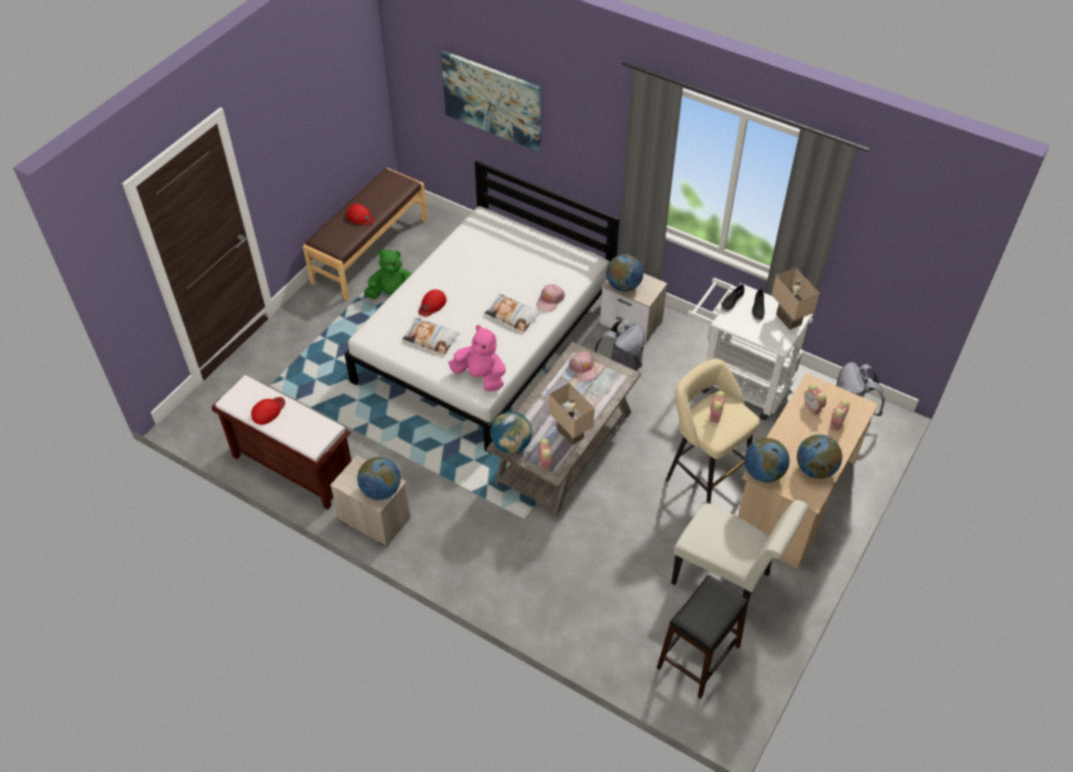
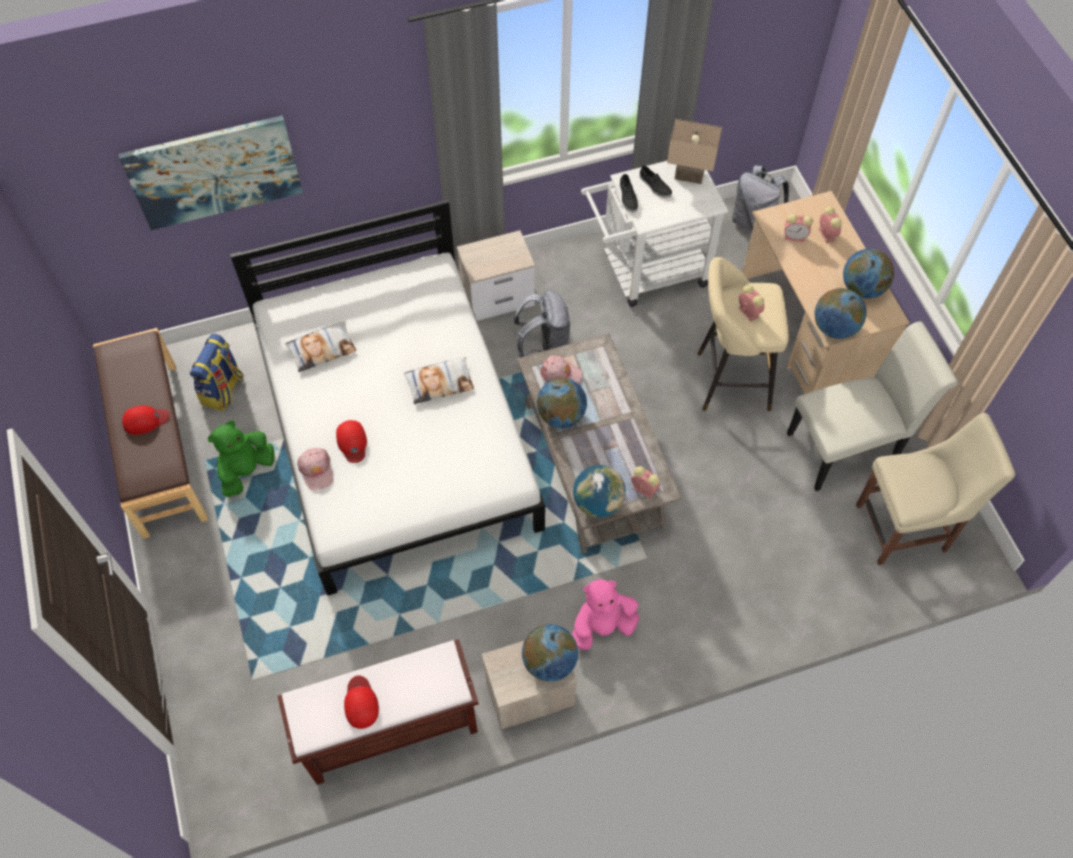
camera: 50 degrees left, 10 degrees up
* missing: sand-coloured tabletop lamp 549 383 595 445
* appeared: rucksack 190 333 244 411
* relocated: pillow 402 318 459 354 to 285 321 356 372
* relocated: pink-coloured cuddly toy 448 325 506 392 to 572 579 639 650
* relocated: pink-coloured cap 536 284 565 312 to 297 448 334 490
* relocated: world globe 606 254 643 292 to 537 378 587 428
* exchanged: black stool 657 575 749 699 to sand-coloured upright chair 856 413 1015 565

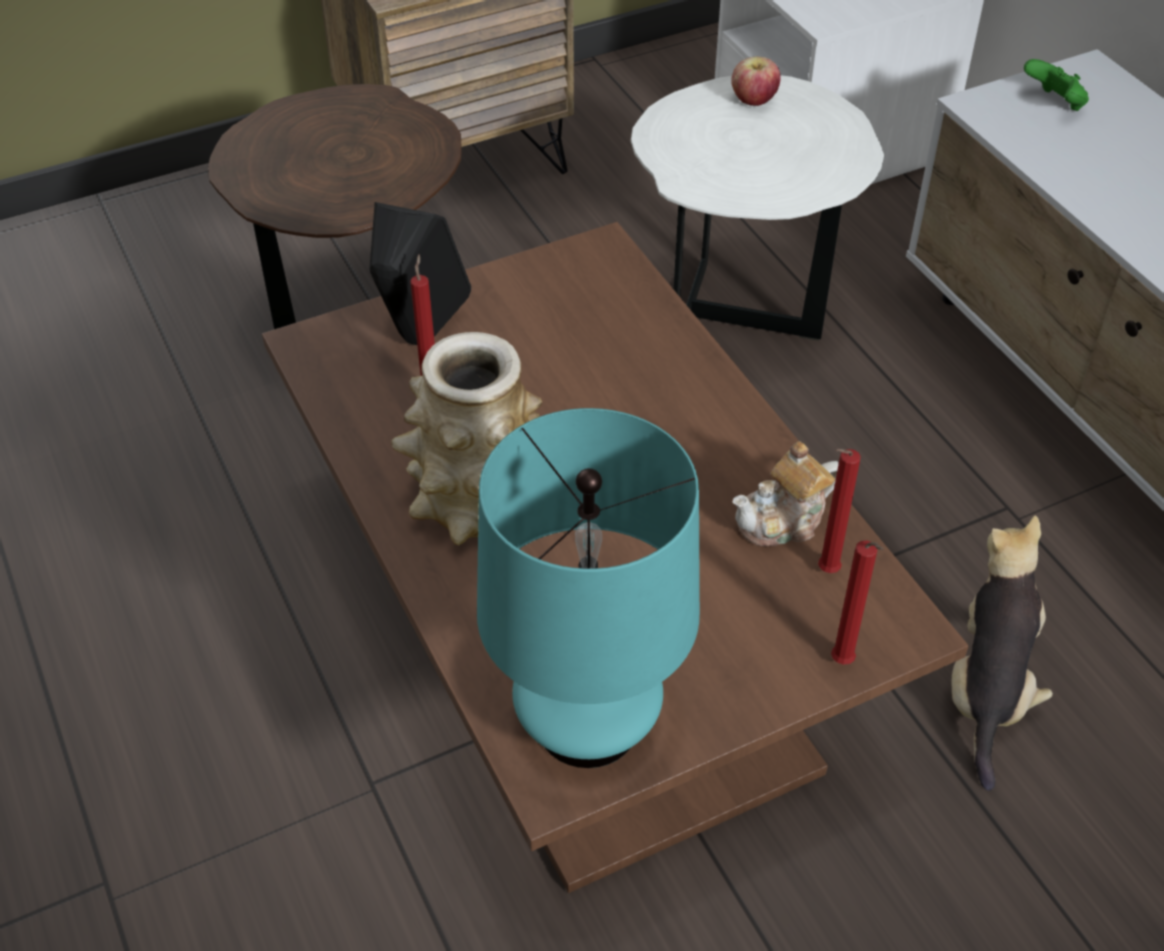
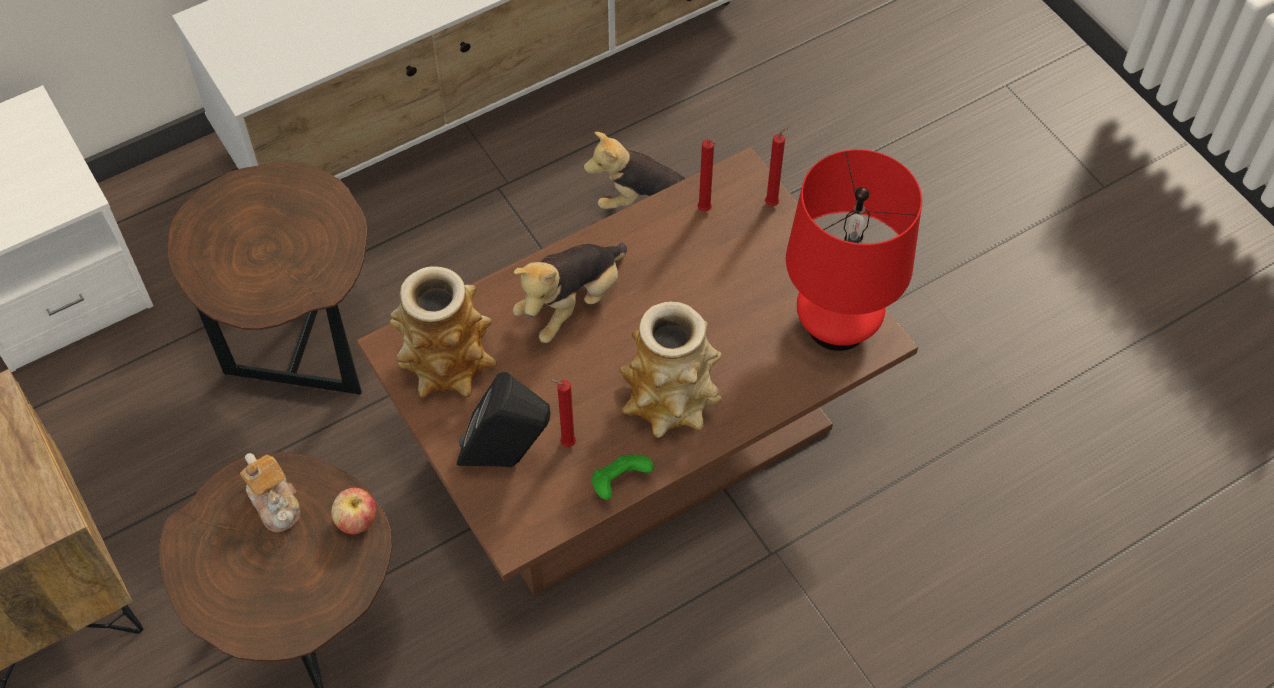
camera: 95 degrees left, 10 degrees up
* appeared: decorative vase 390 266 497 397
* appeared: cuddly toy 513 242 627 343
* relocated: apple 731 56 781 106 to 331 488 376 535
* relocated: tea pot 732 441 839 546 to 240 453 300 532
* relocated: greenish joypad 1024 59 1089 111 to 592 454 654 500
* colour: turquoise-coloured tabletop lamp 477 408 700 768 to red tabletop lamp 786 149 922 351
* colour: white-coloured end table 631 75 884 341 to brown end table 168 161 368 395

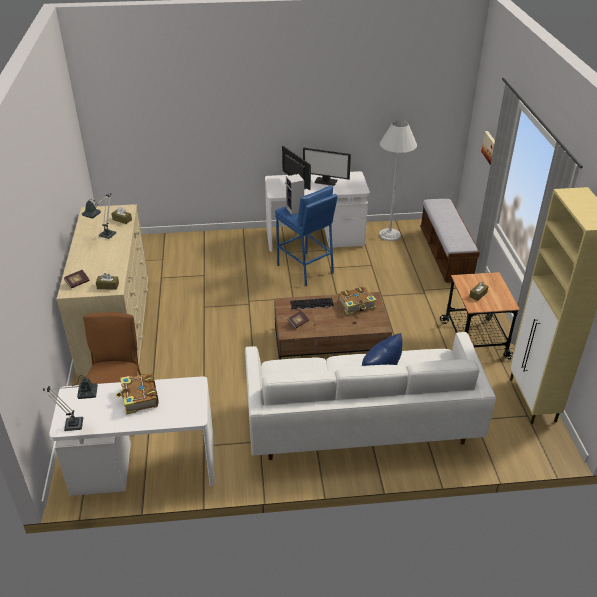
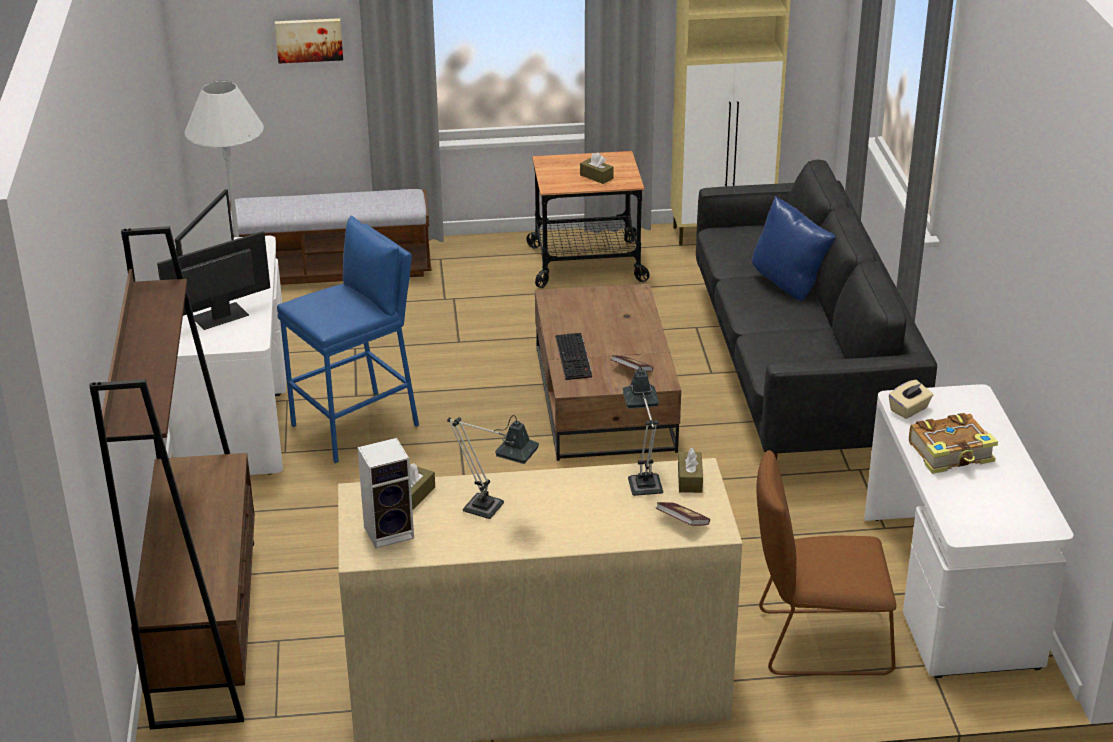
camera: 90 degrees left, 5 degrees down
* missing: book 338 287 376 315
* appeared: brown bookshelf 89 226 255 729
* appeared: sand-coloured tissue box 889 380 933 419
* relocated: tabletop lamp 43 375 98 431 to 622 367 663 496
* relocated: speaker 286 174 304 215 to 357 438 414 549
* colour: white-coloured couch 245 332 496 460 to black couch 696 160 937 460

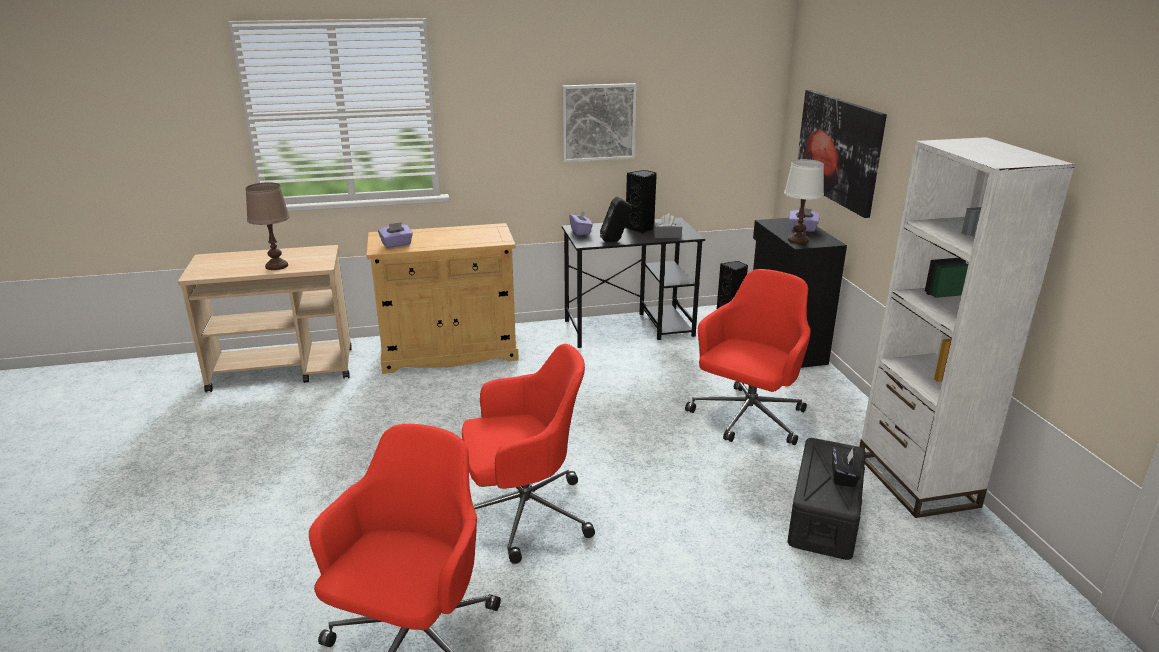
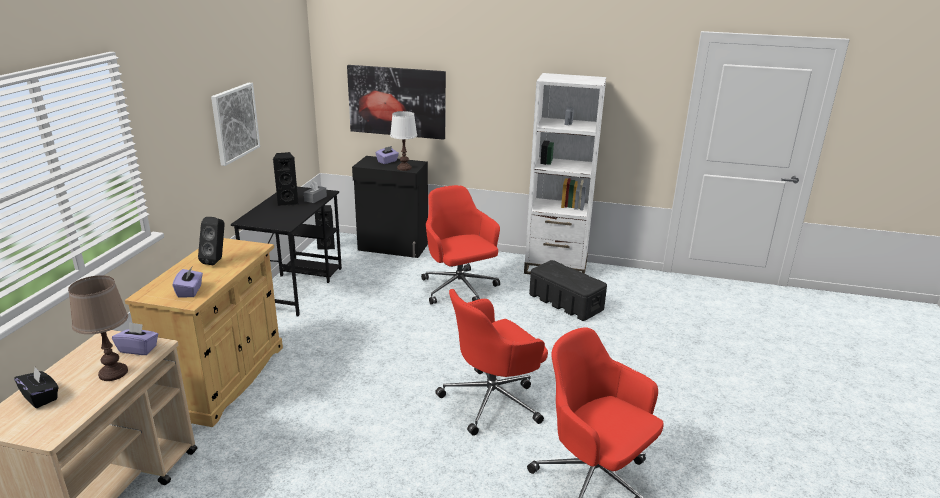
camera: 65 degrees left, 0 degrees up
* relocated: purple-coloured tissue box 569 210 593 235 to 112 322 158 355
* relocated: black speaker 600 197 632 242 to 198 217 225 265
* relocated: black tissue box 832 447 861 487 to 14 368 59 408
* spun: red desk chair 462 344 595 564 = 436 289 548 436 135 degrees counterclockwise

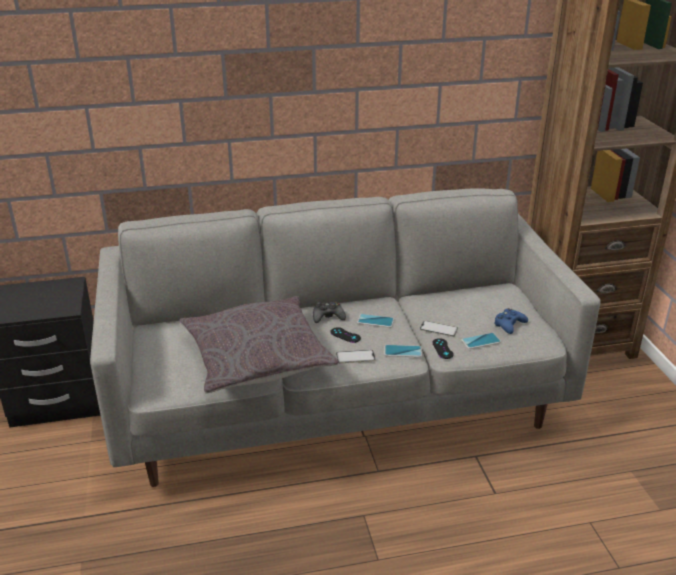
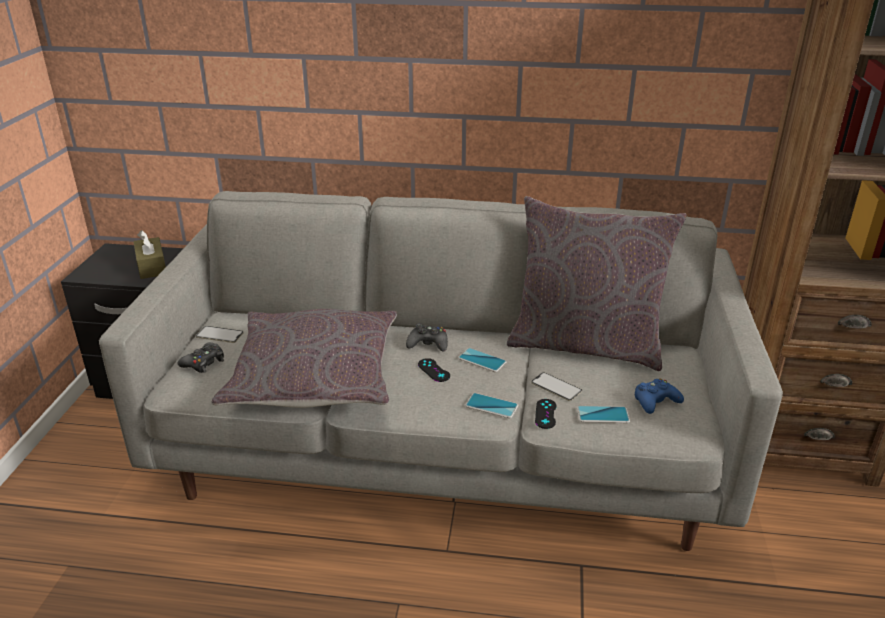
camera: 20 degrees right, 0 degrees up
* appeared: brown tissue box 133 230 166 279
* appeared: black joypad 178 342 224 373
* appeared: gray pillow 507 196 686 371
* relocated: handset 336 350 375 363 to 196 326 244 343

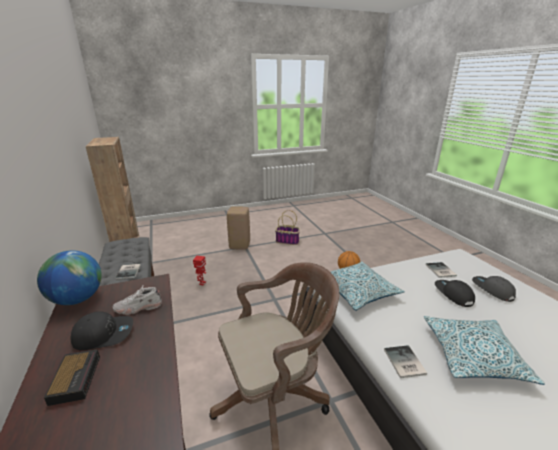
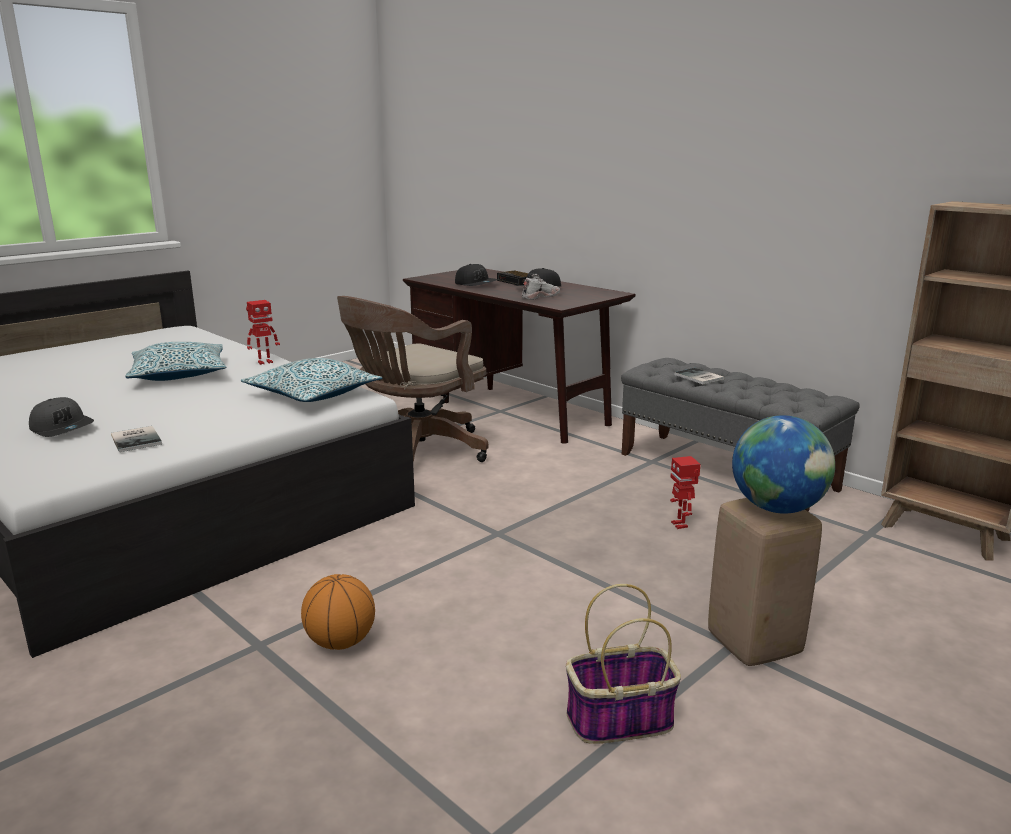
camera: 155 degrees right, 5 degrees down
* relocated: world globe 37 250 102 305 to 732 415 835 514
* relocated: black cap 435 280 475 307 to 455 264 498 286
* exchanged: book 384 345 427 378 to toy robot 246 300 280 365

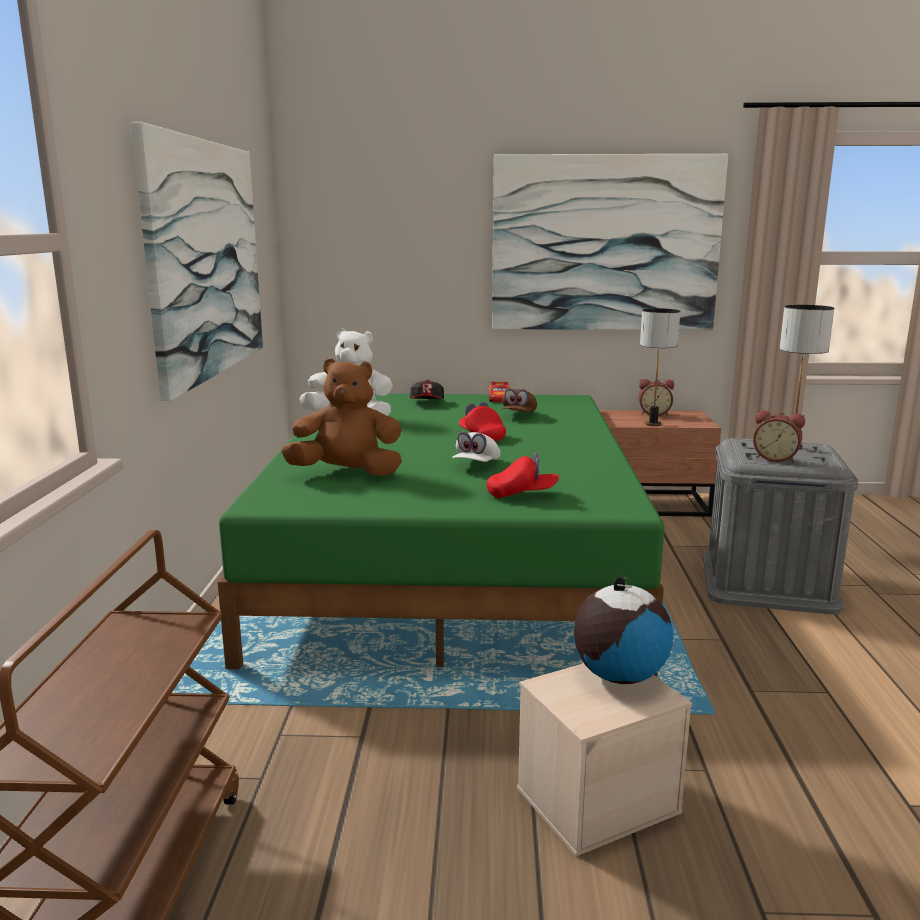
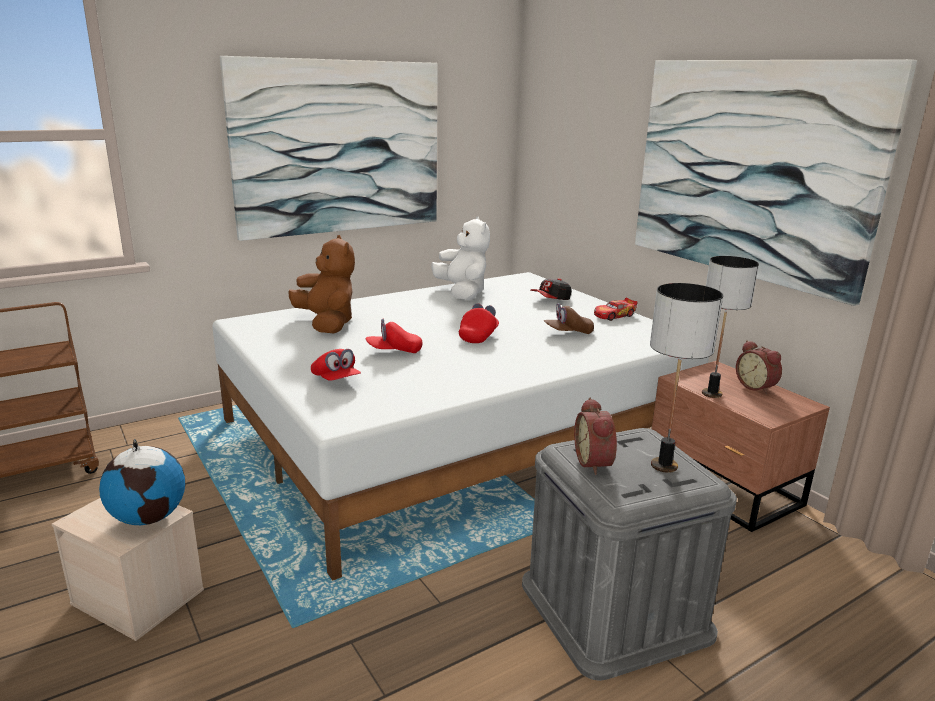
camera: 55 degrees right, 5 degrees up
* colour: greenish bed 218 394 664 677 to white-coloured bed 212 272 709 581
* colour: white-coloured cap 452 431 500 462 to red cap 366 319 422 353

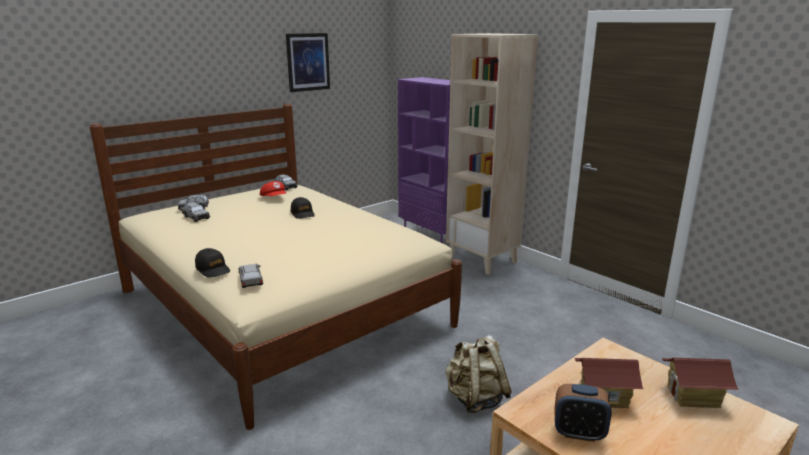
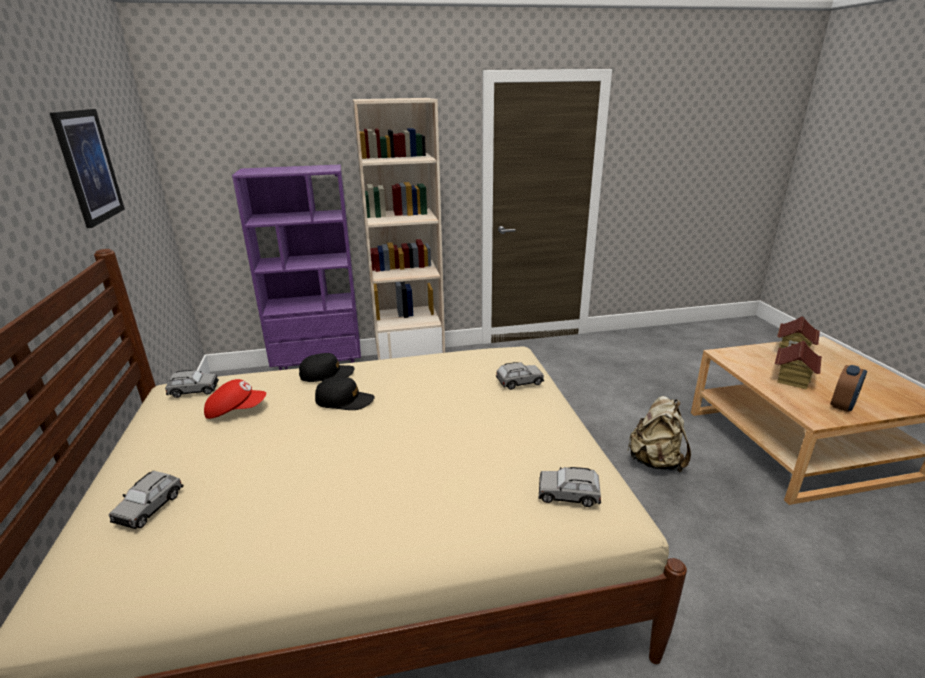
camera: 60 degrees left, 5 degrees up
* relocated: gray miniature car 182 202 210 222 to 496 362 544 390
* relocated: black cap 195 248 230 278 to 299 353 355 382

